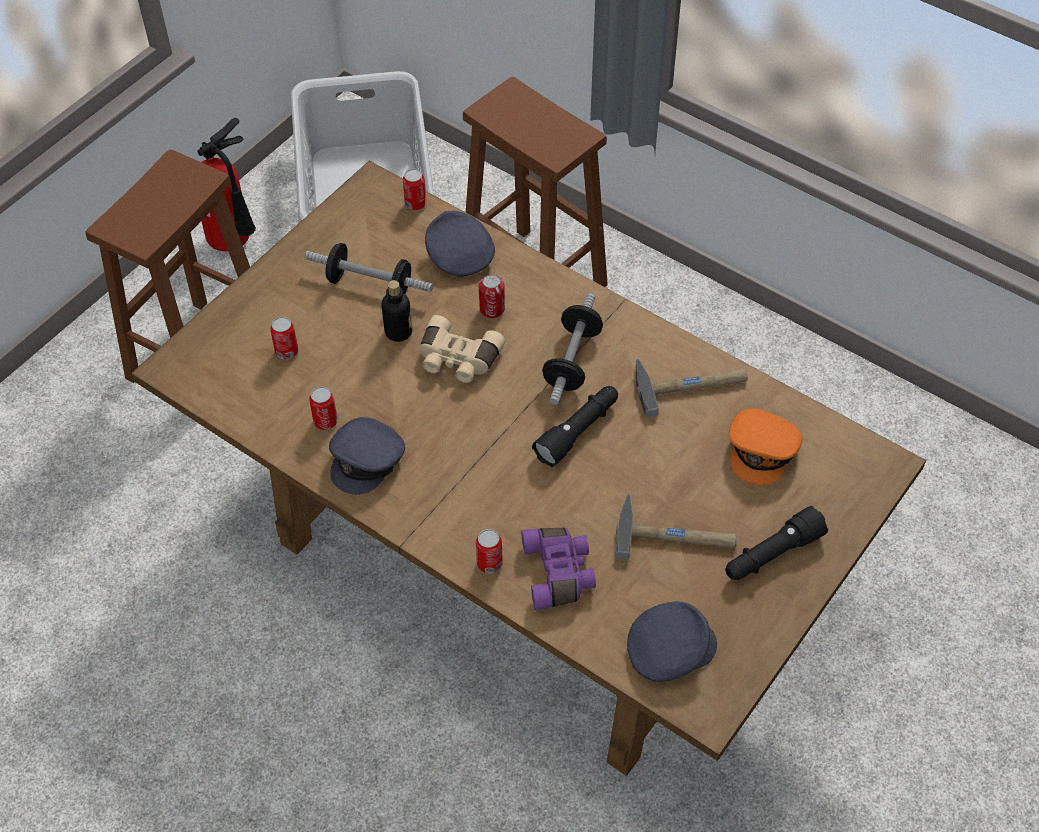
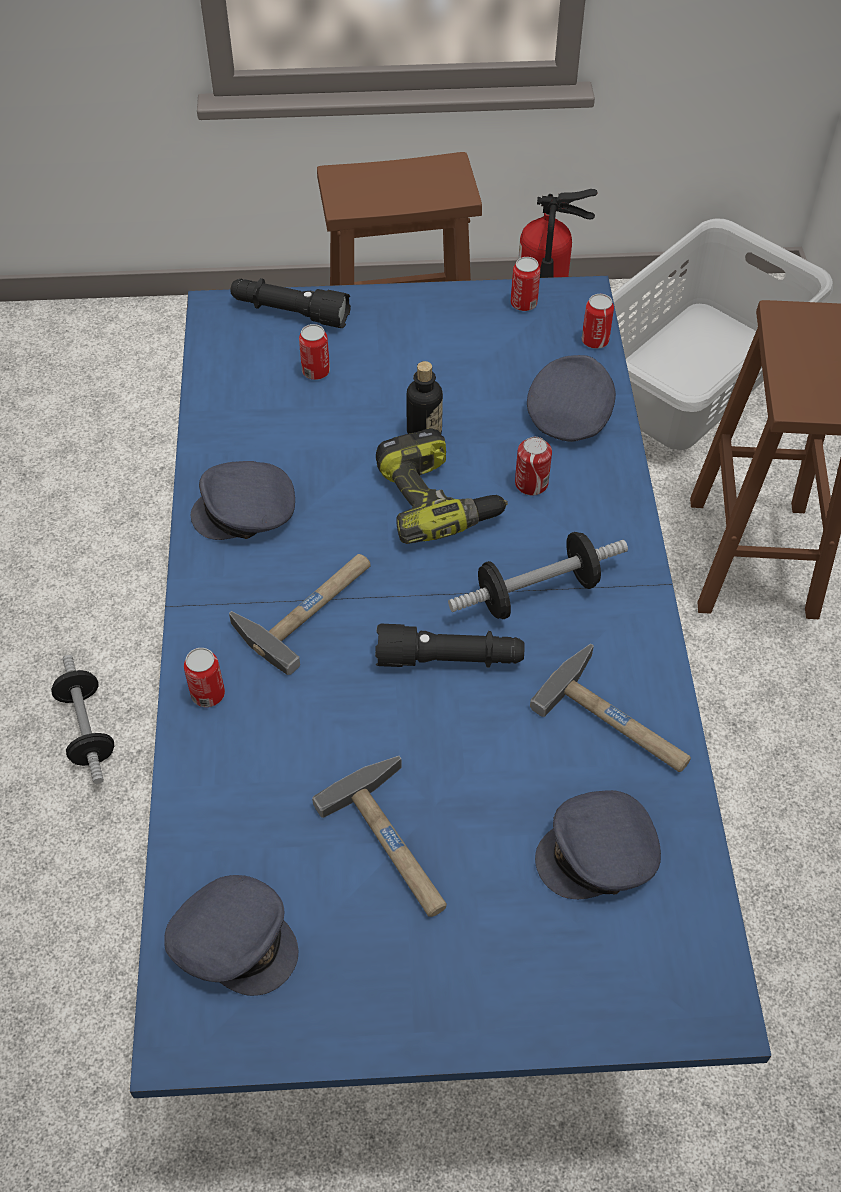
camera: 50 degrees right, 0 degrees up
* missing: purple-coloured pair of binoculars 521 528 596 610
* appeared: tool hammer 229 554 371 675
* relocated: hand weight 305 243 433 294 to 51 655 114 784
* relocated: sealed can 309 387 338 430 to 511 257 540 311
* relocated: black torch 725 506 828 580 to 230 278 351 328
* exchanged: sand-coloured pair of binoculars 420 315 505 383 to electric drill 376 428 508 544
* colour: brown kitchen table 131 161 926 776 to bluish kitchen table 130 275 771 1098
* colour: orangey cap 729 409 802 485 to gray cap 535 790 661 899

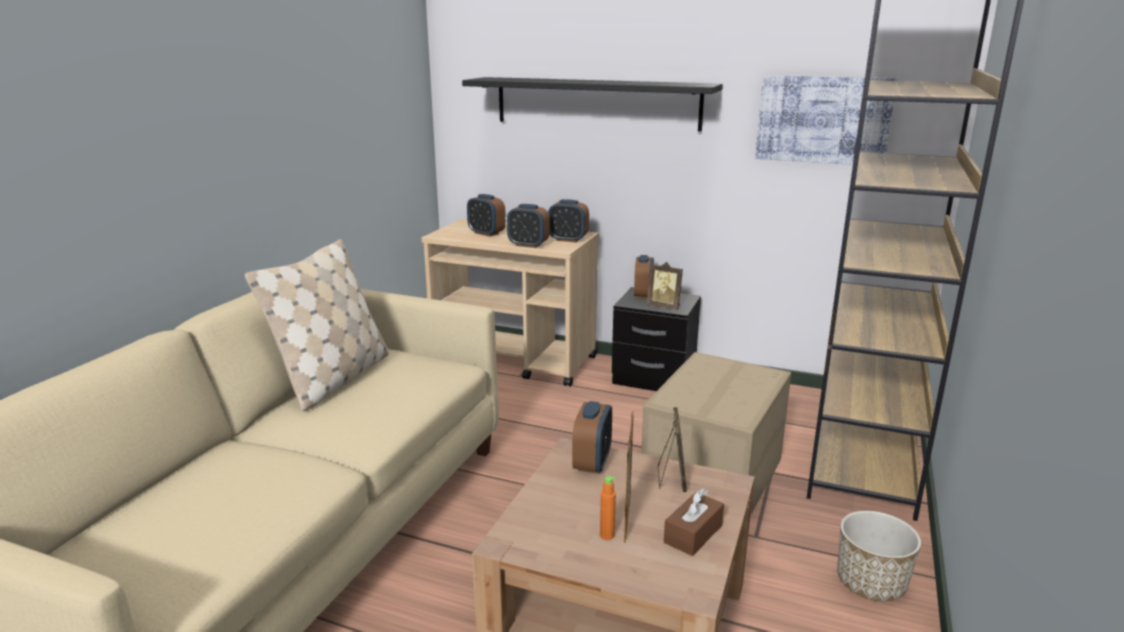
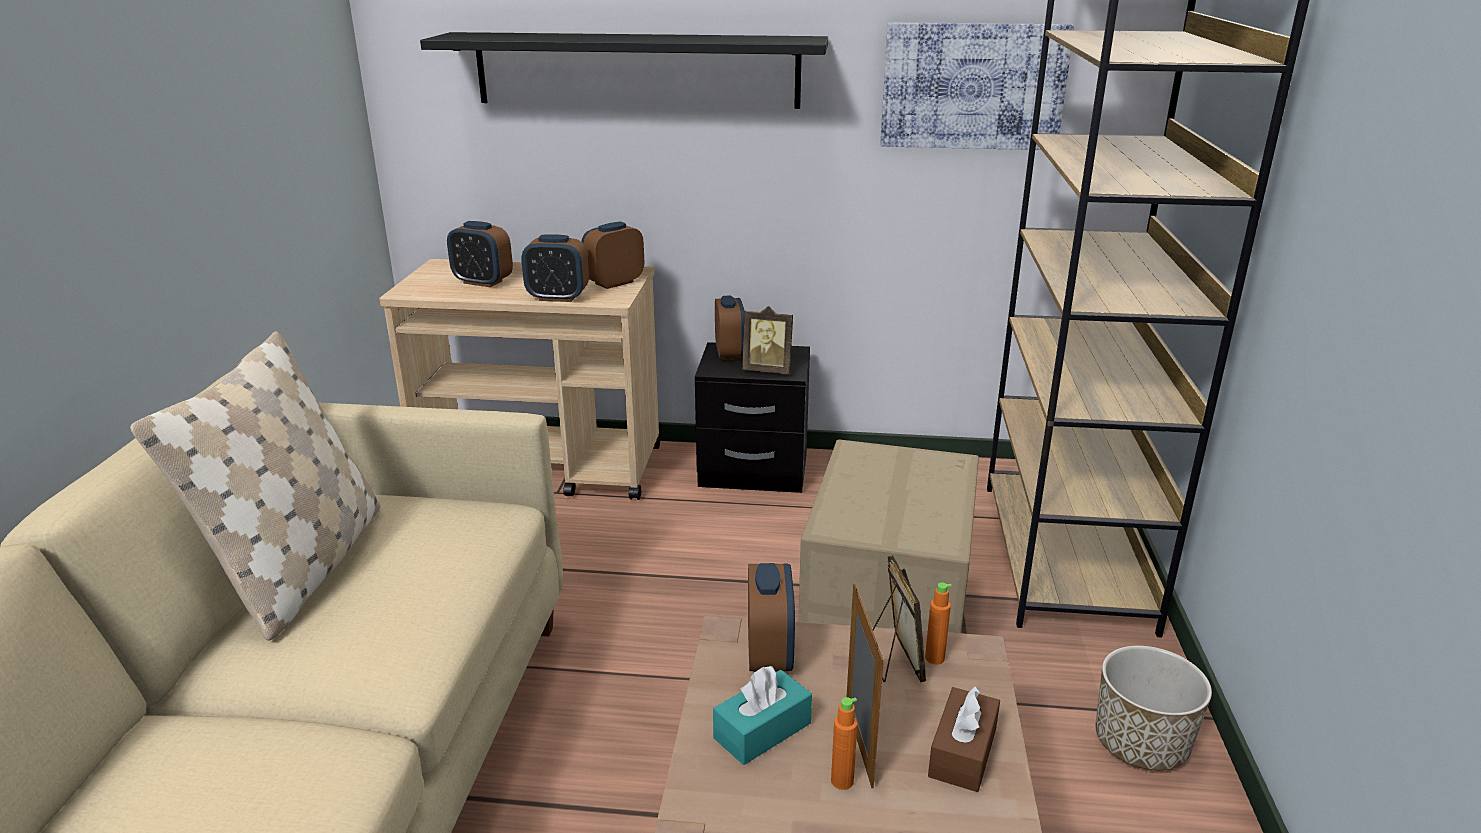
camera: 15 degrees left, 5 degrees up
* appeared: turquoise-coloured tissue box 713 666 812 765
* appeared: orangey drink bottle 925 582 952 665
* spun: alarm clock 548 199 589 242 = 581 221 644 289 135 degrees clockwise

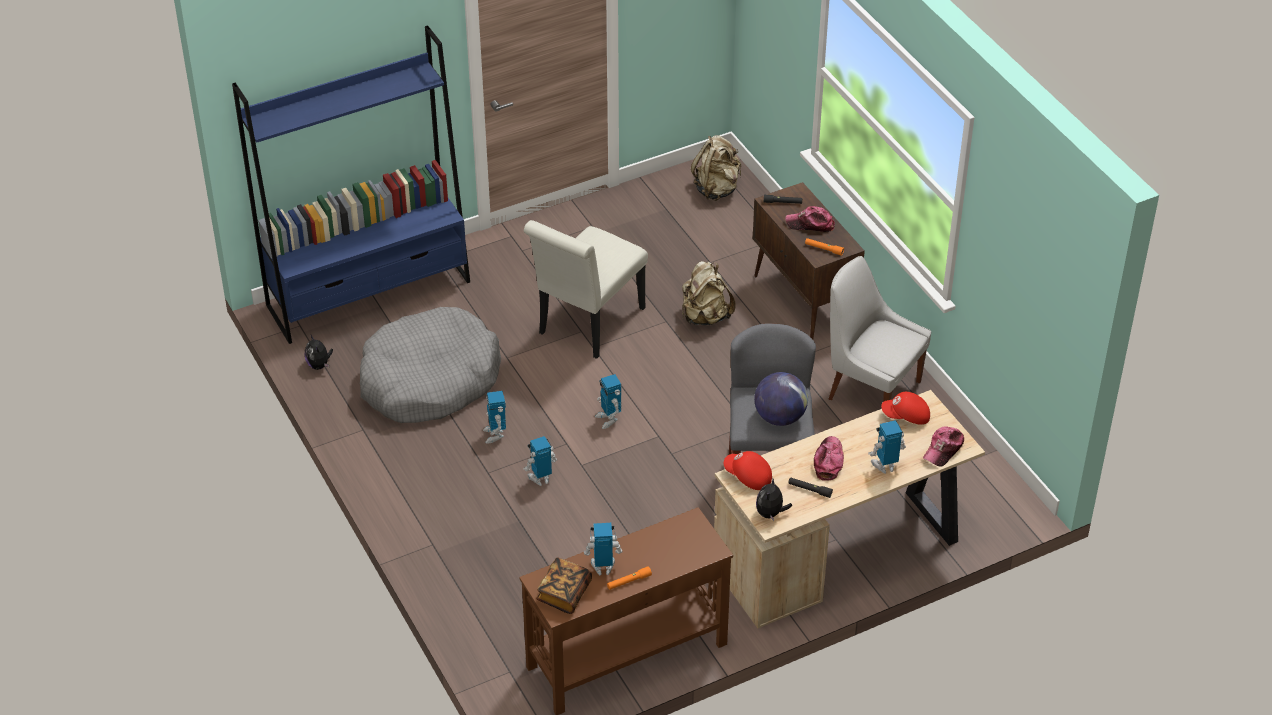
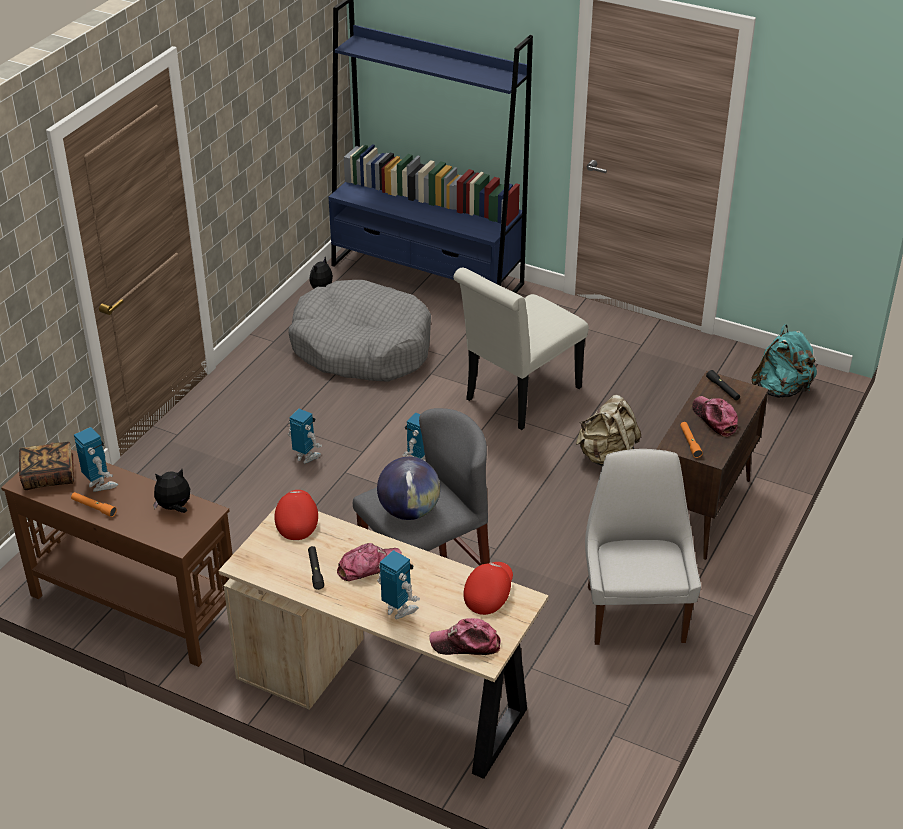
camera: 55 degrees right, 5 degrees down
* missing: toy robot 483 391 506 444
* relocated: cuddly toy 756 478 792 521 to 153 469 190 513
* colour: sand-coloured rucksack 691 135 741 201 to turquoise-coloured rucksack 751 324 817 398
* spun: white-coloured upright chair 524 220 648 359 = 453 267 589 430 45 degrees counterclockwise
* spun: red cap 881 392 930 425 = 463 562 513 615 60 degrees clockwise

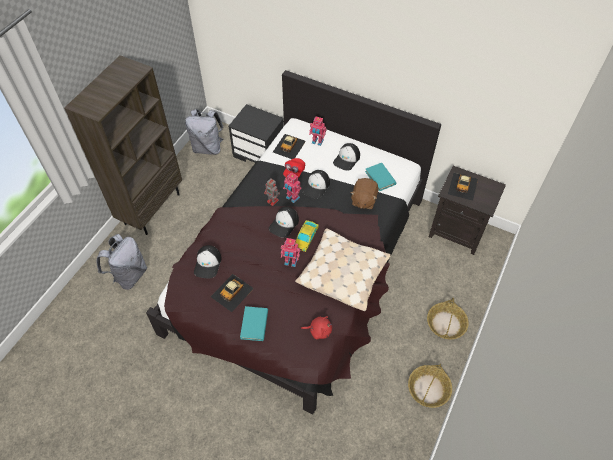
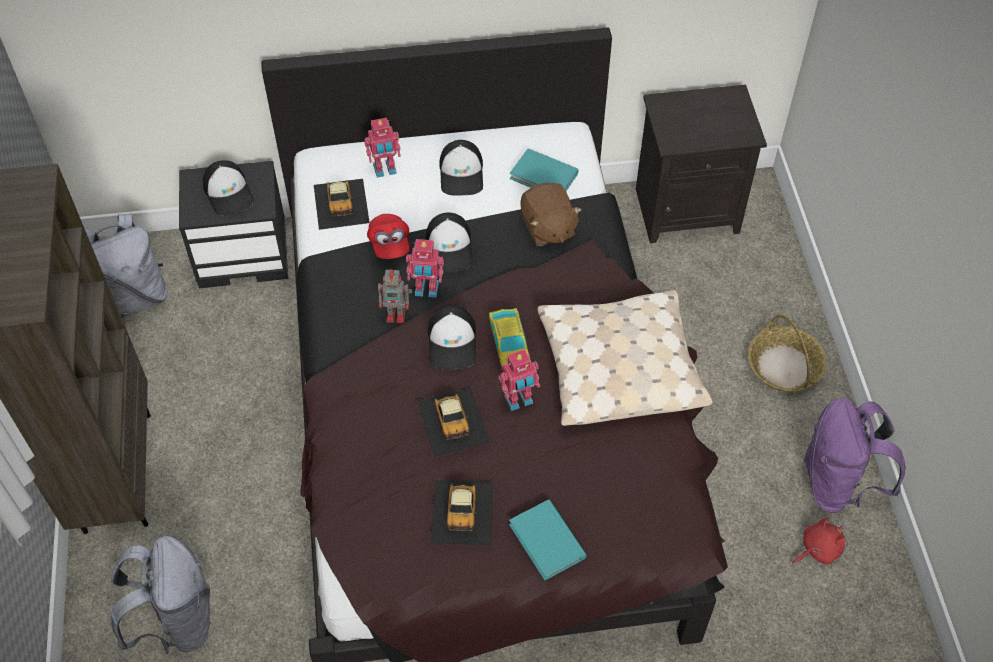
camera: 35 degrees left, 0 degrees up
* relocated: cap 194 245 222 278 to 203 160 254 216
* relocated: red cuddly toy 300 316 332 339 to 792 518 846 565
* relocated: miniature car 448 173 478 201 to 417 388 490 457
* exchanged: storage basket 408 364 452 408 to purple-coloured rucksack 803 398 905 513

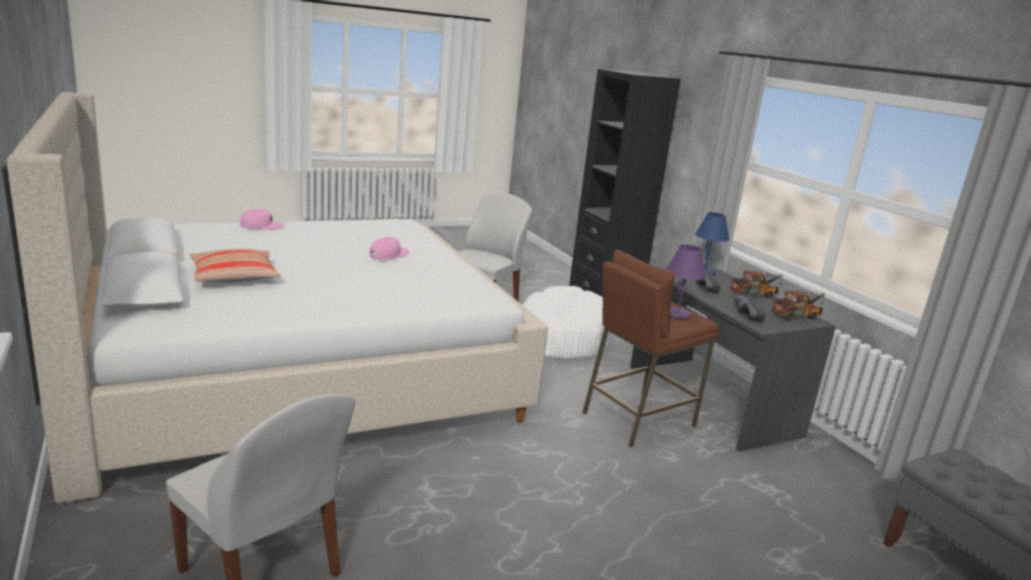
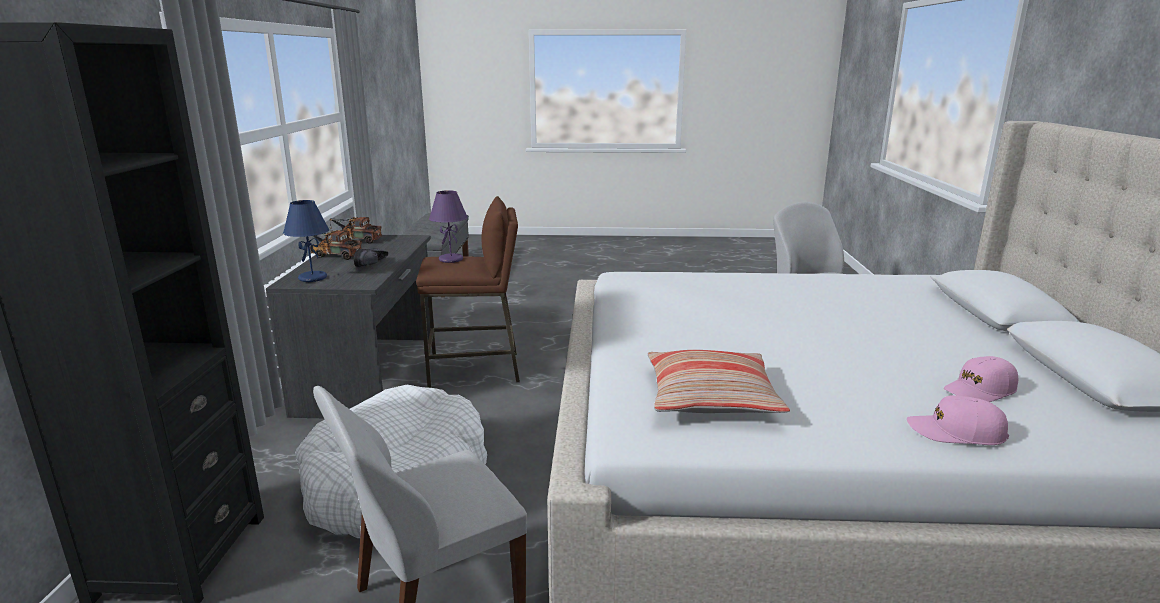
camera: 150 degrees left, 0 degrees up
* missing: black item of footwear 734 295 765 323
* relocated: pillow 190 249 281 282 to 648 350 790 413
* relocated: pink-coloured cap 369 237 409 260 to 944 356 1018 402

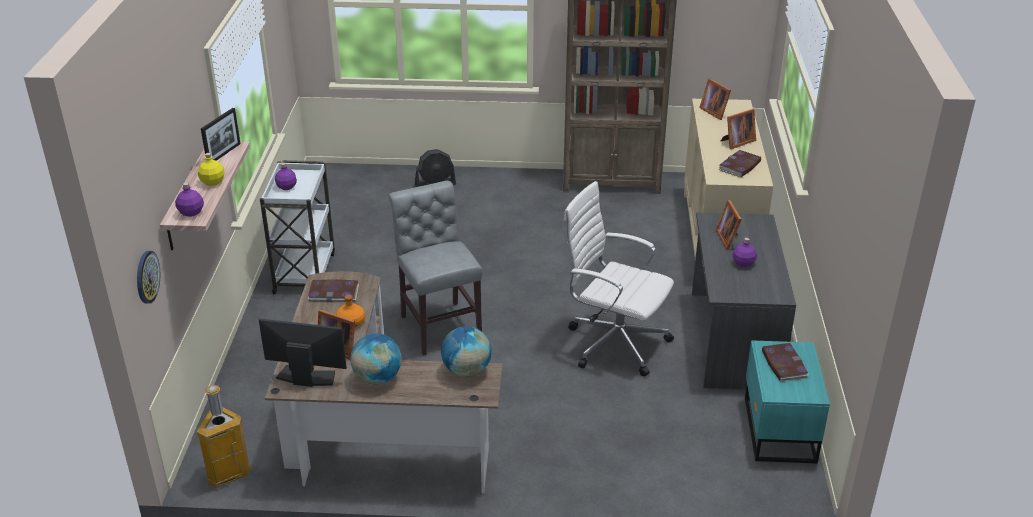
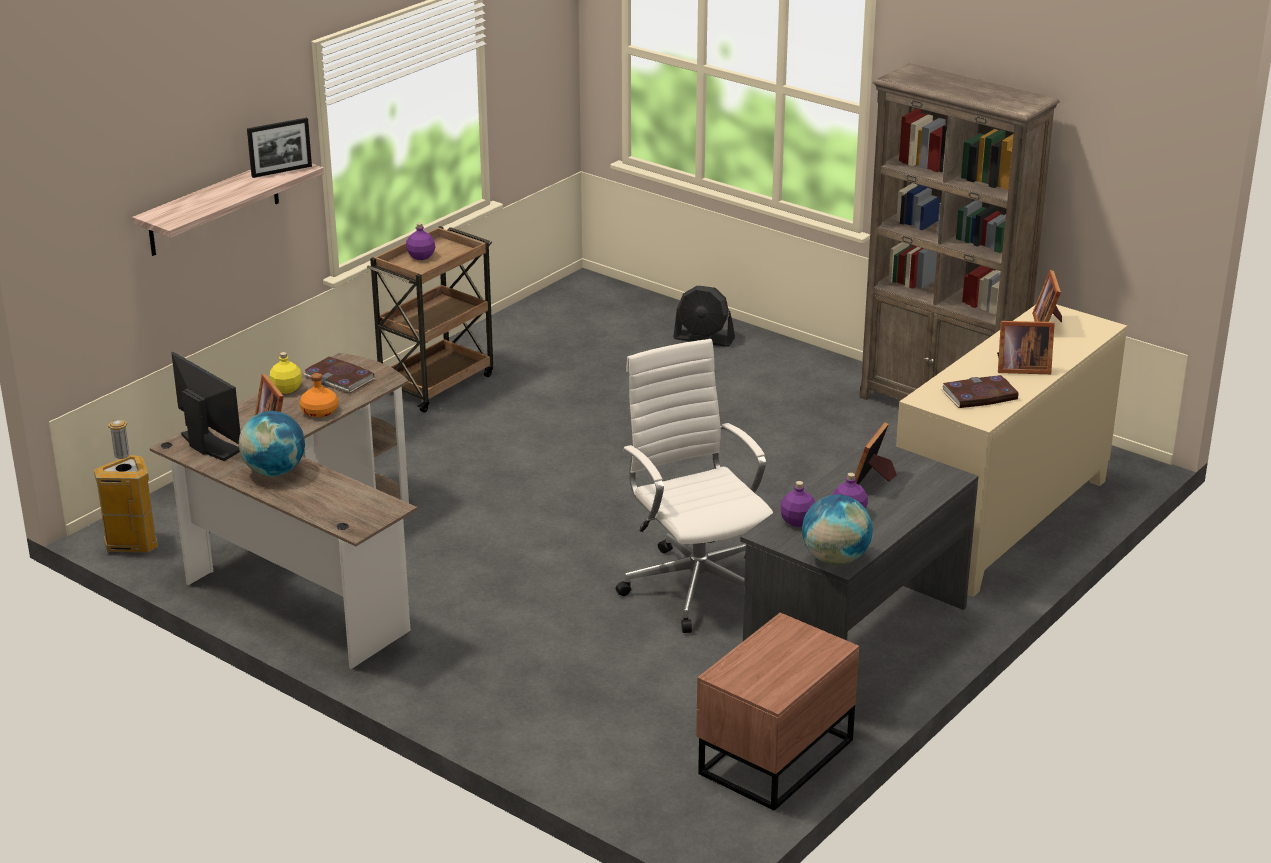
camera: 35 degrees right, 5 degrees down
* missing: clock on the wall 137 251 160 304
* missing: gray upright chair 389 181 482 356
* missing: book 762 343 809 381
* relocated: purple-coloured drink bottle 175 182 204 217 to 780 481 815 527
* relocated: yellow drink bottle 198 153 225 186 to 270 352 302 394
* relocated: world globe 441 326 492 377 to 802 494 873 565
* colour: white-coloured cart 260 160 335 294 to brown cart 367 226 493 413
* colour: turquoise-coloured bedside table 745 340 830 463 to brown bedside table 696 613 859 811

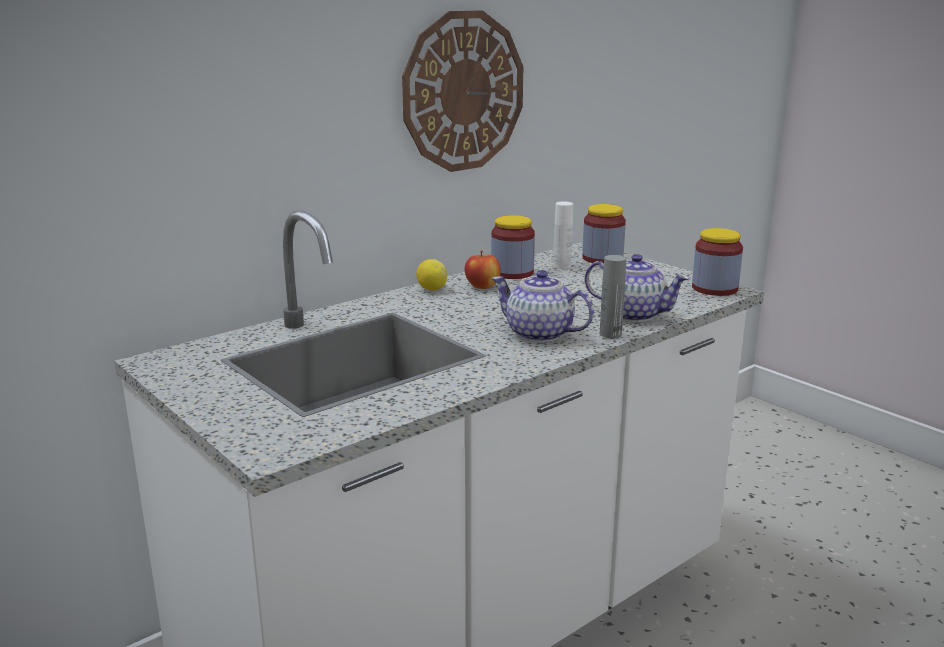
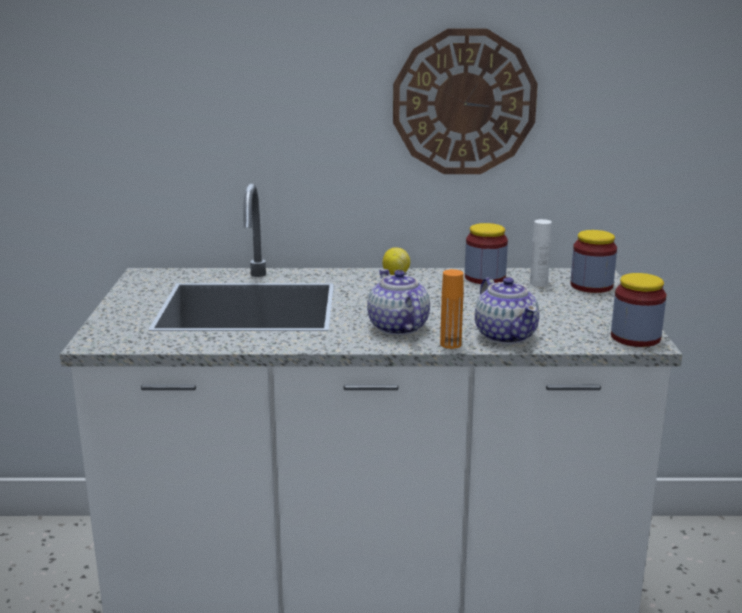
camera: 40 degrees right, 0 degrees up
* missing: apple 465 250 501 289
* colour: gray drink bottle 600 255 626 338 to orangey drink bottle 440 269 464 349

